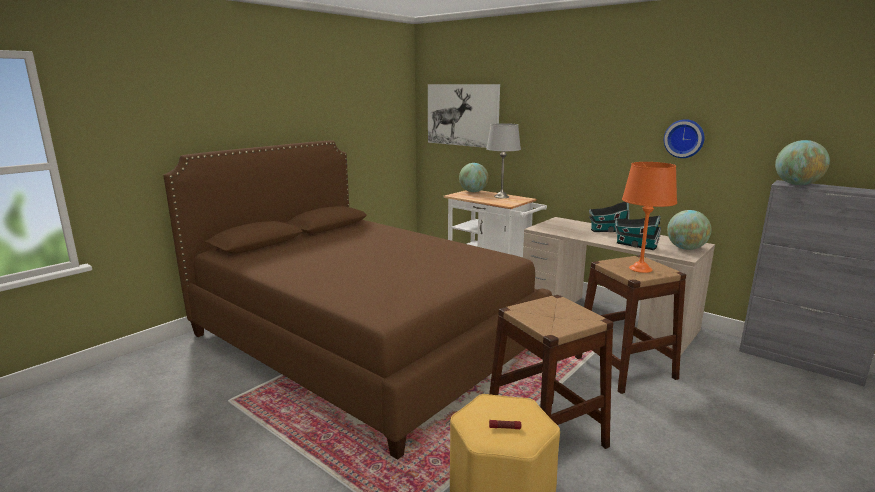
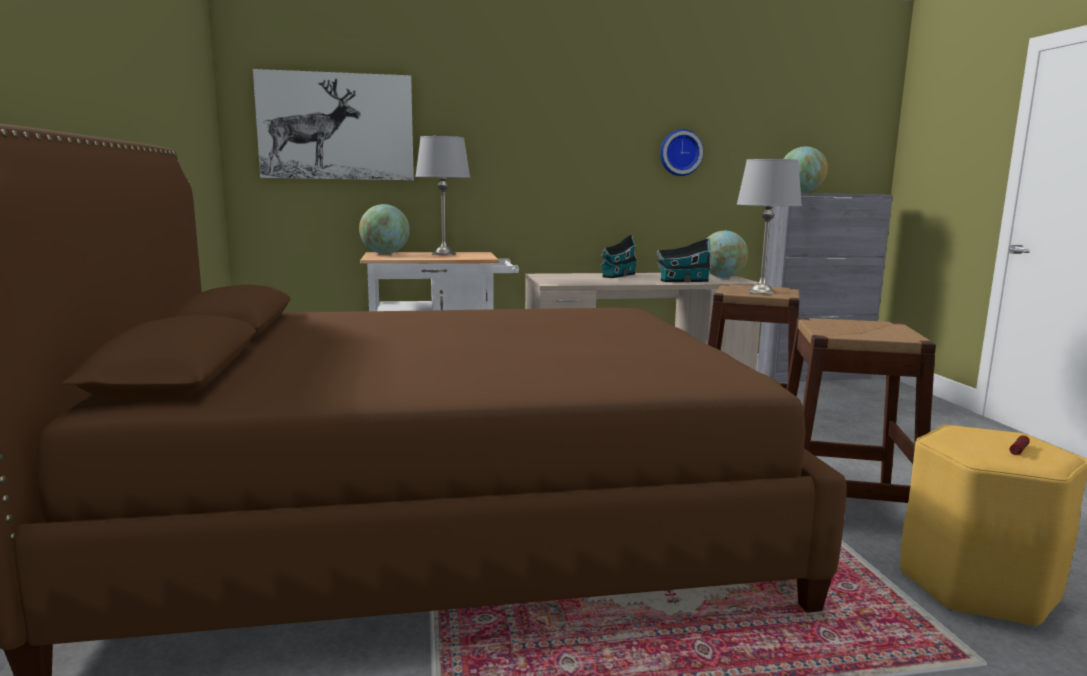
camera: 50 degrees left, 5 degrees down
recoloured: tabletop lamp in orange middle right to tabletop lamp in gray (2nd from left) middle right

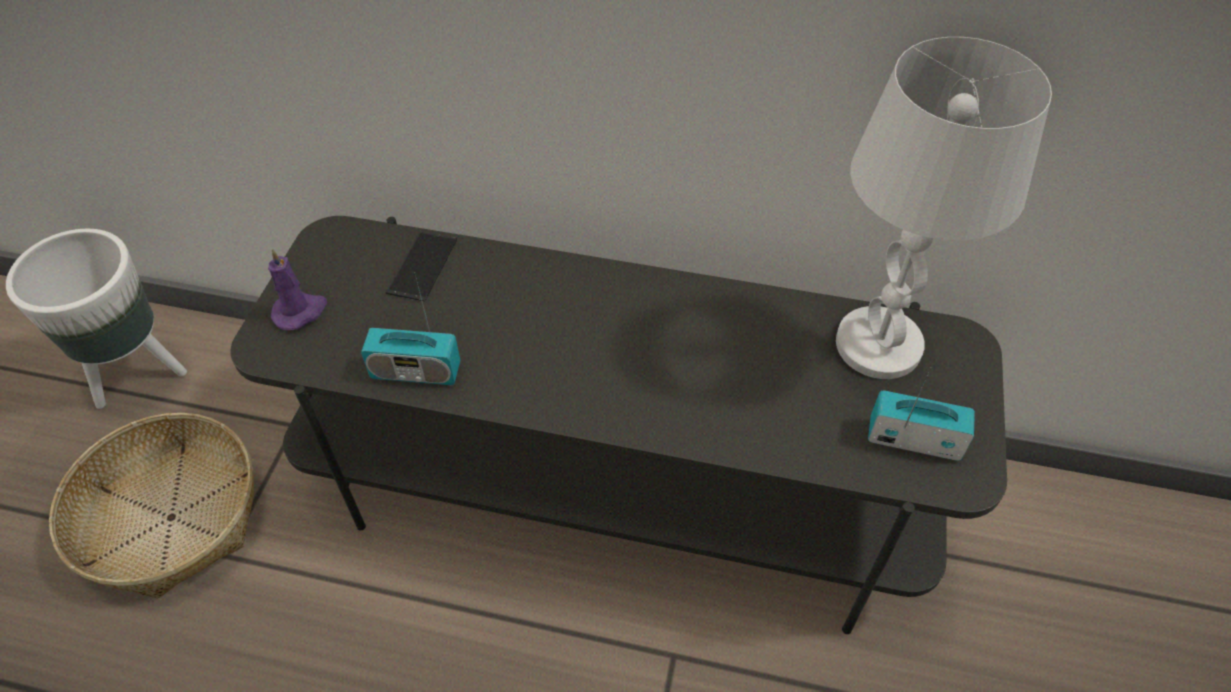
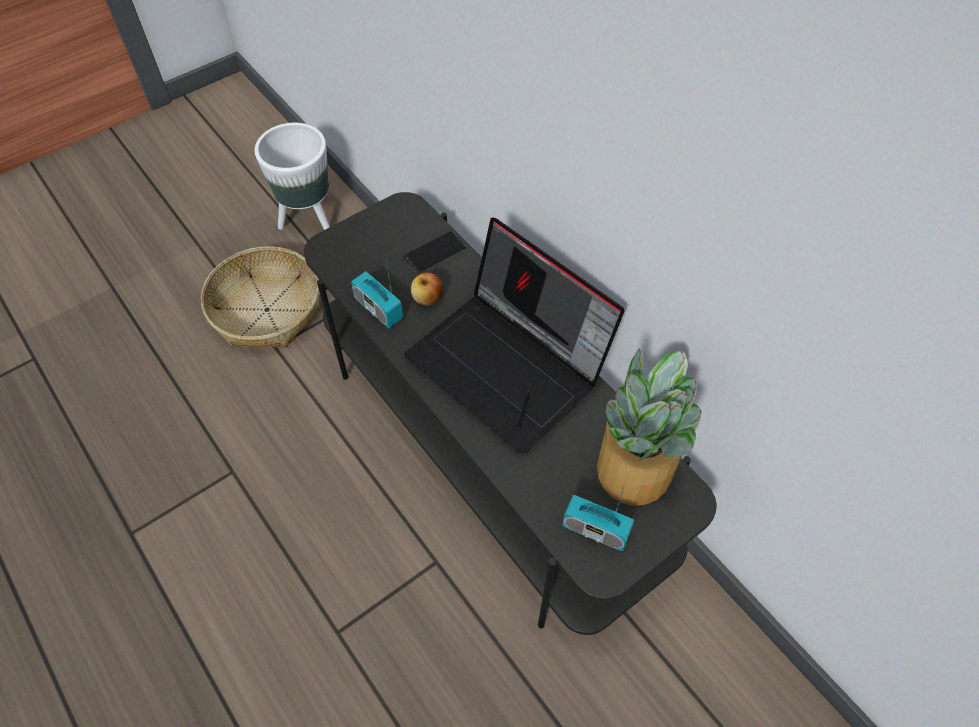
camera: 40 degrees right, 5 degrees up
removed: wax candle in purplish middle left
added: portable computer centre; apple fruit centre
replaced: tabletop lamp in whitish top right to houseplant centre
turned: radio receiver (2nd from left) middle right = bottom centre 150 degrees clockwise

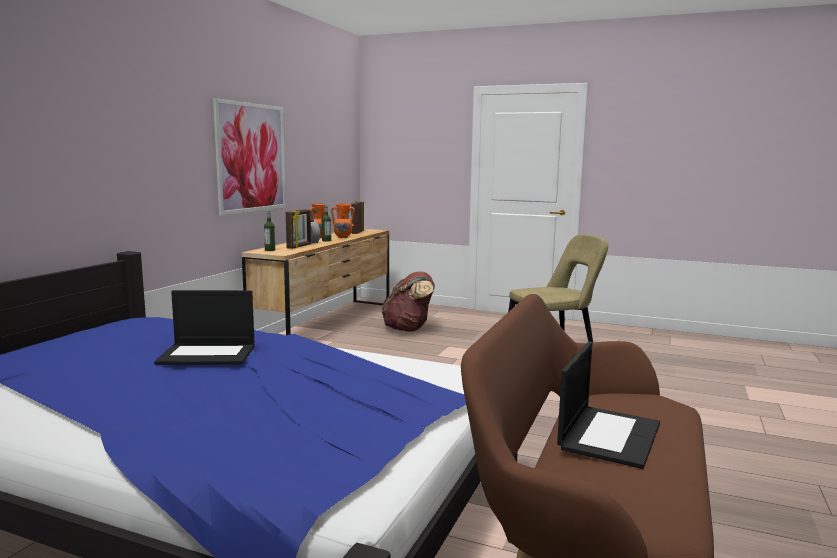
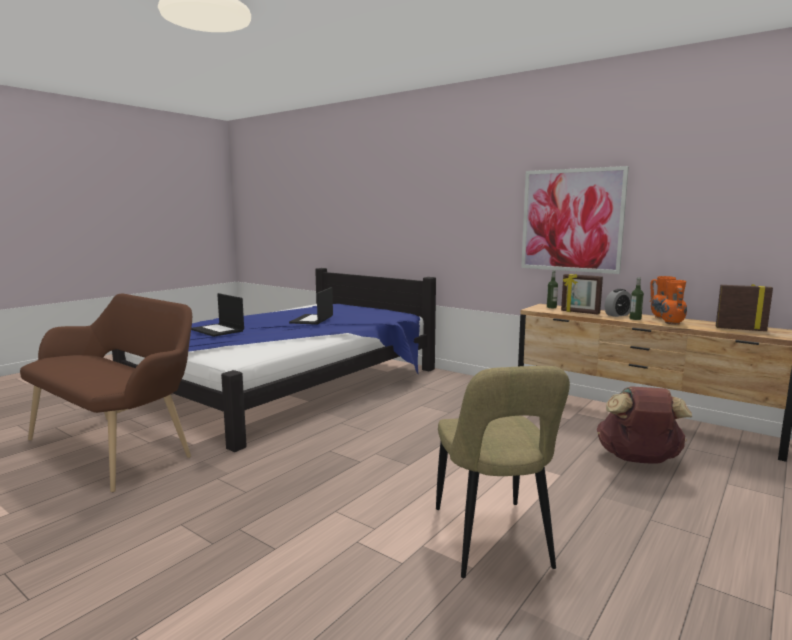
camera: 105 degrees right, 0 degrees up
moved: portable computer (2nd from left in the first image) bottom right to portable computer (1st from left) middle left

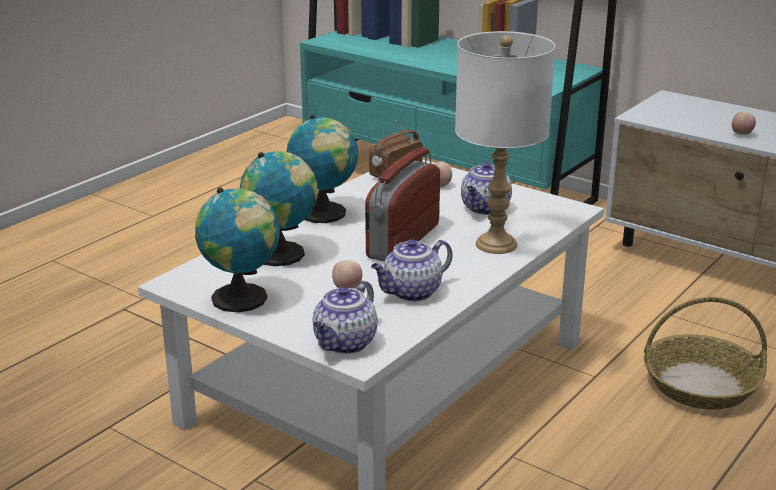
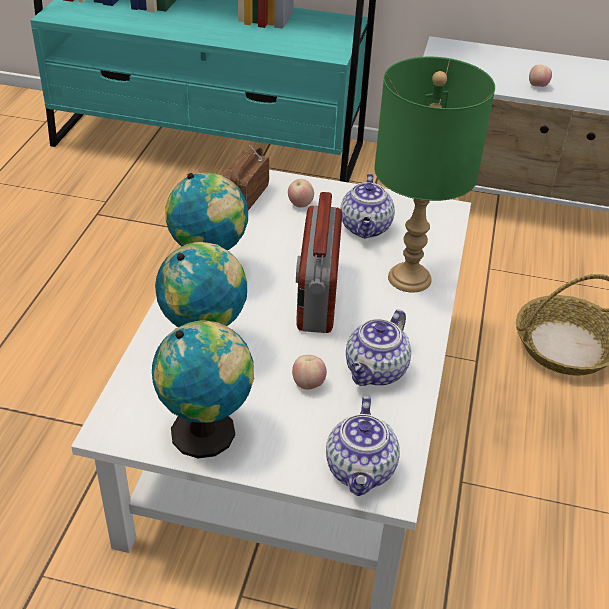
camera: 25 degrees left, 15 degrees up
recoloured: tabletop lamp in whitish top centre to tabletop lamp in green-coloured top right

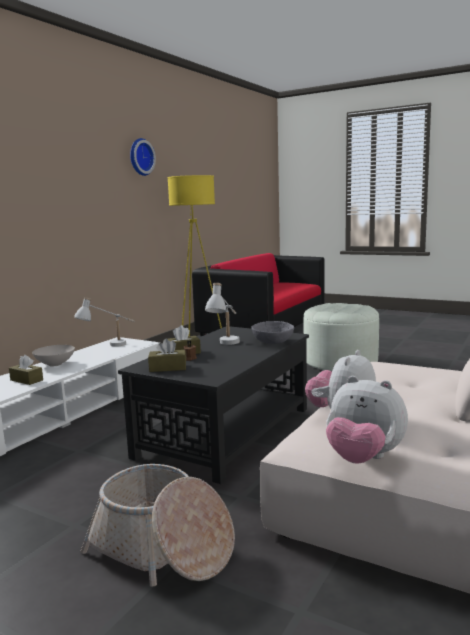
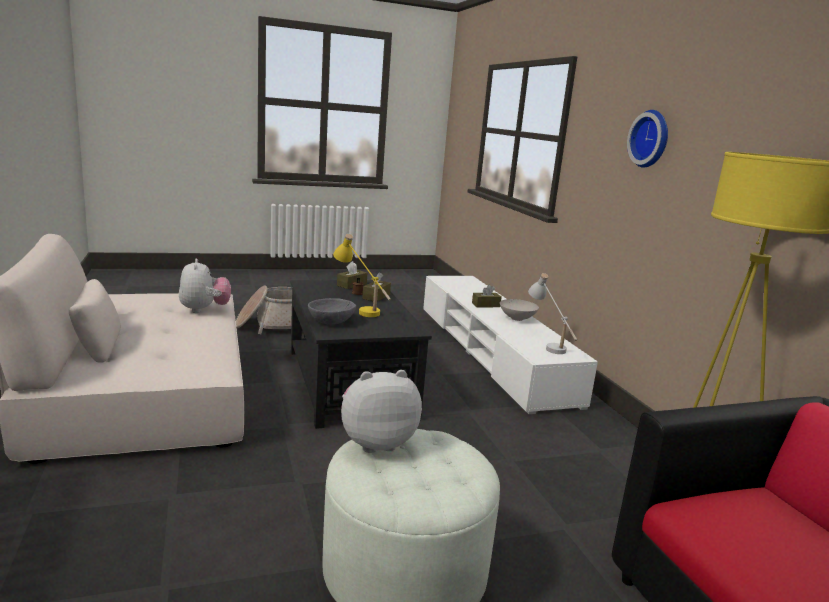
camera: 130 degrees right, 5 degrees up
moved: plush toy (2nd from left) middle right to bottom centre; clock on the wall top left to top right
recoloured: tabletop lamp in whitish (2nd from left) centre to tabletop lamp in yellow-coloured centre

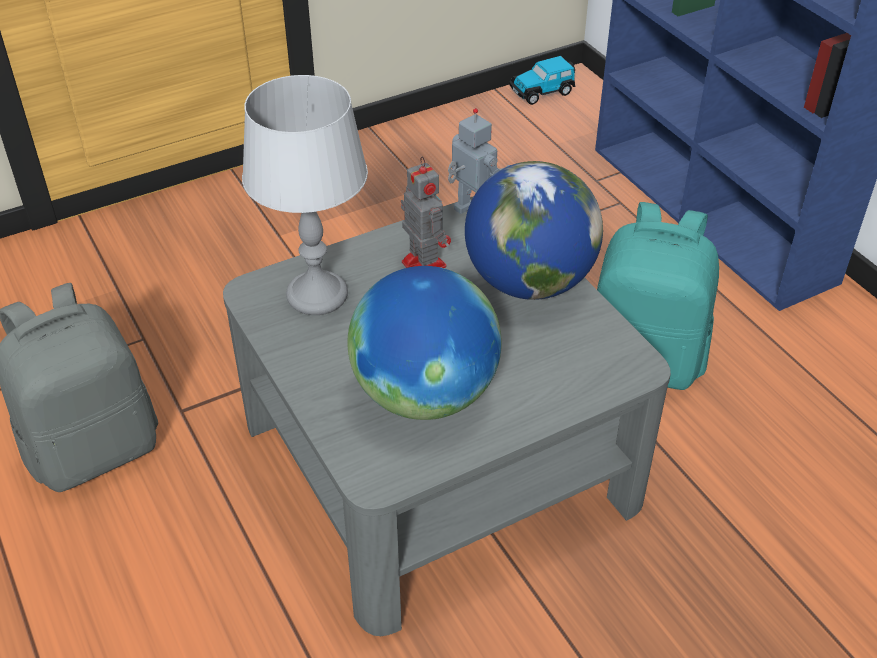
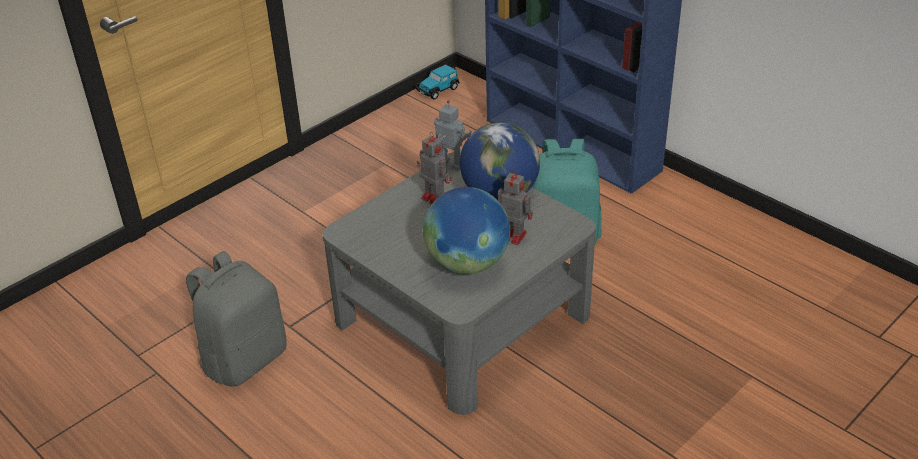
camera: 15 degrees left, 5 degrees down
removed: tabletop lamp in gray top centre
added: model robot (3rd from left) centre

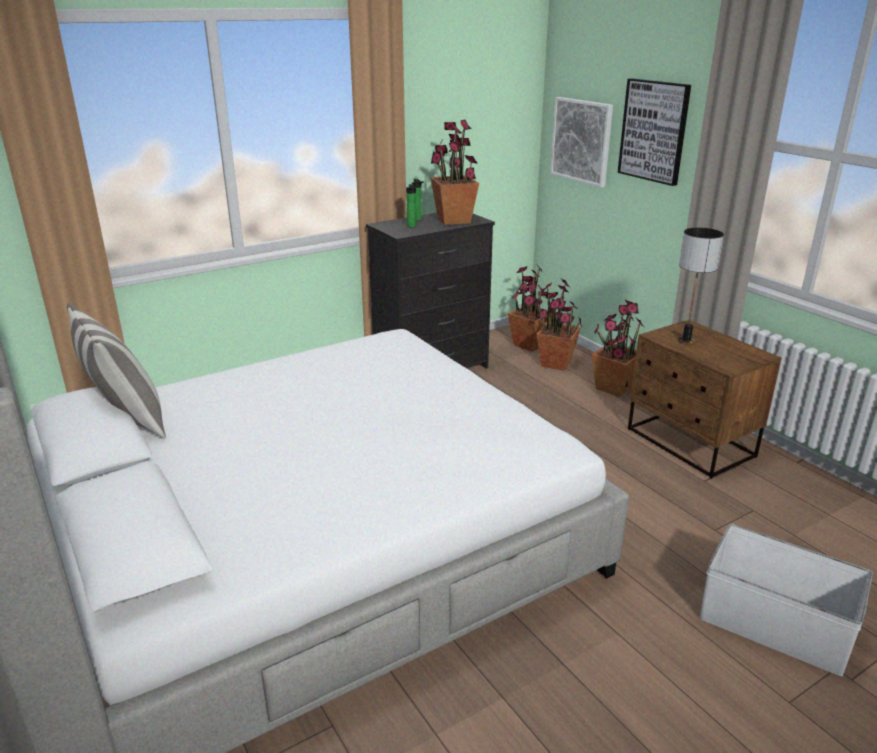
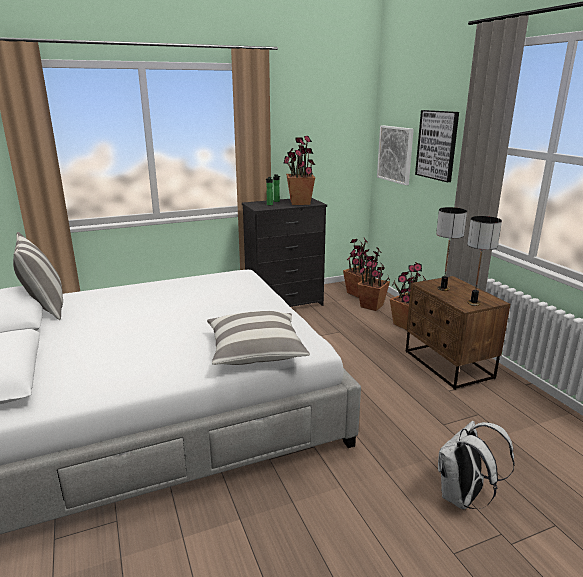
camera: 10 degrees right, 5 degrees down
added: pillow (2nd from left) centre; tabletop lamp (2nd from left) middle right
replaced: storage container in whitish bottom right to rucksack in whitish bottom right

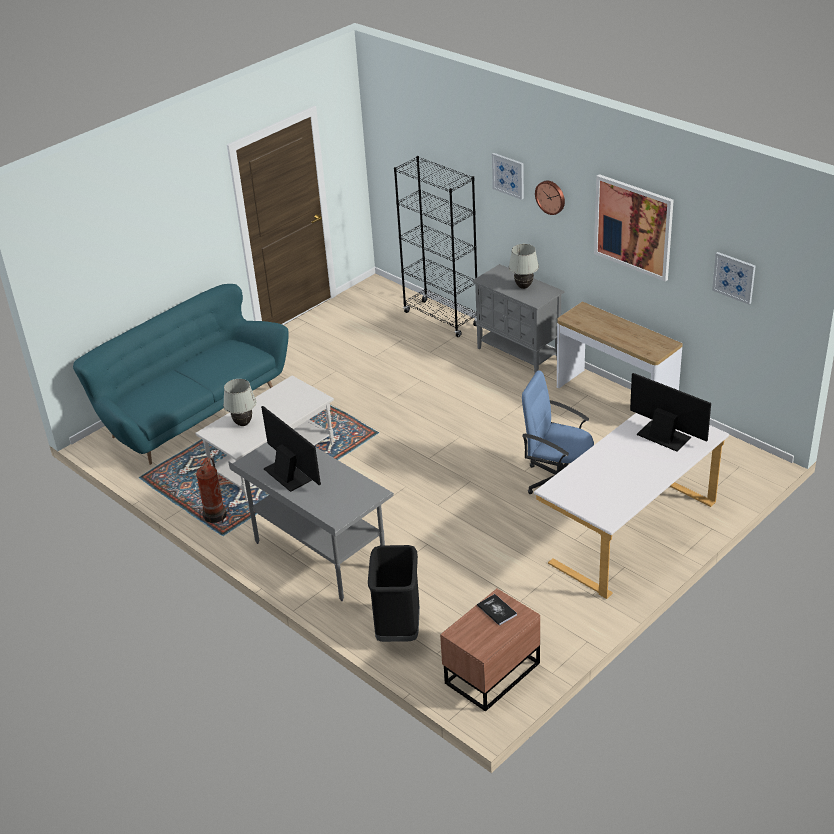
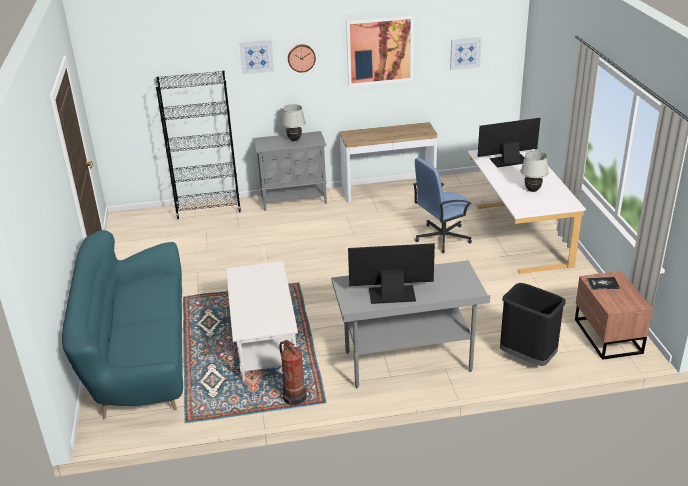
camera: 55 degrees left, 5 degrees down
moved: tabletop lamp in whitish (1st from left in the first image) middle left to tabletop lamp in whitish (2nd from left) middle right

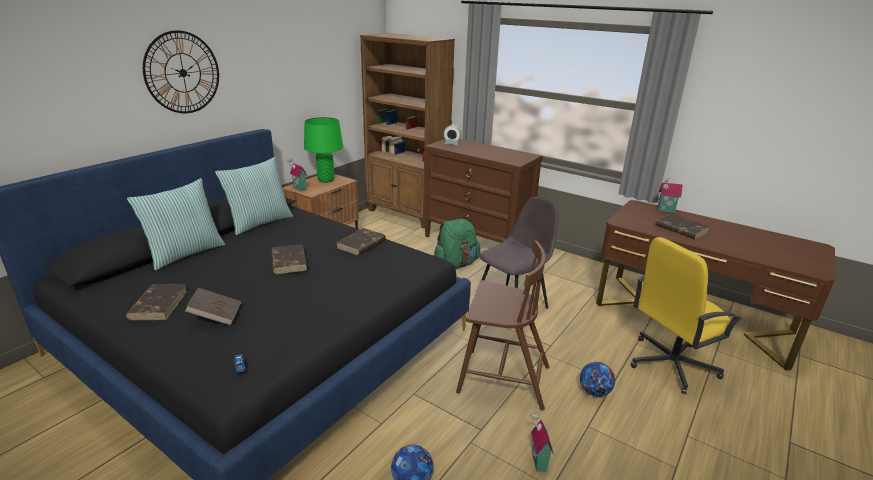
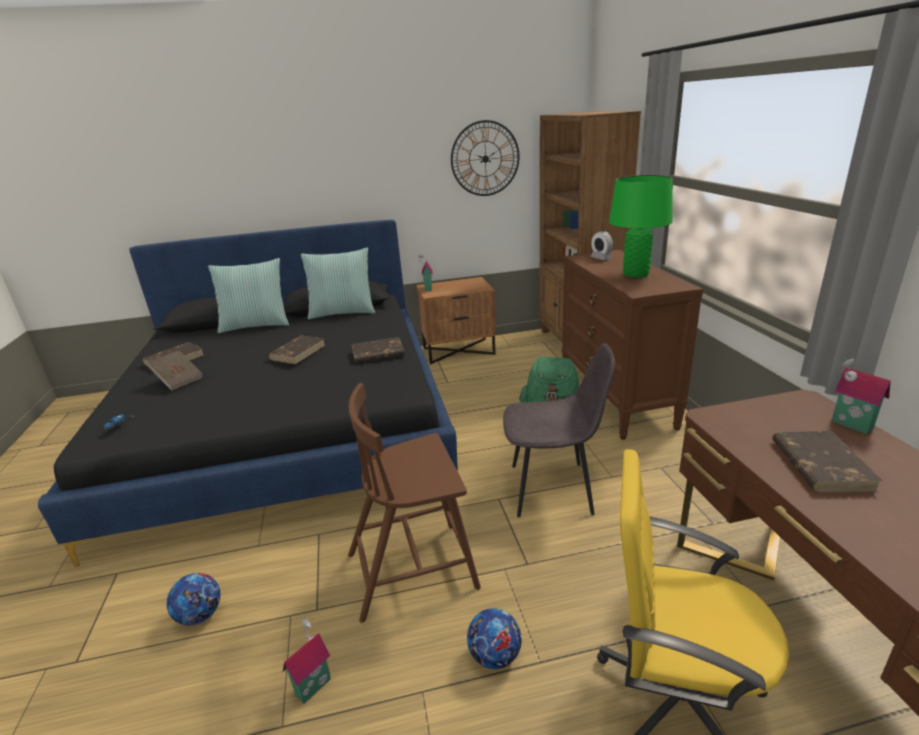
camera: 45 degrees right, 0 degrees up
moved: clock on the wall top left to top centre; tabletop lamp in green-coloured top centre to top right
turned: plain chair in brown-coloured bottom centre = bottom centre 105 degrees clockwise

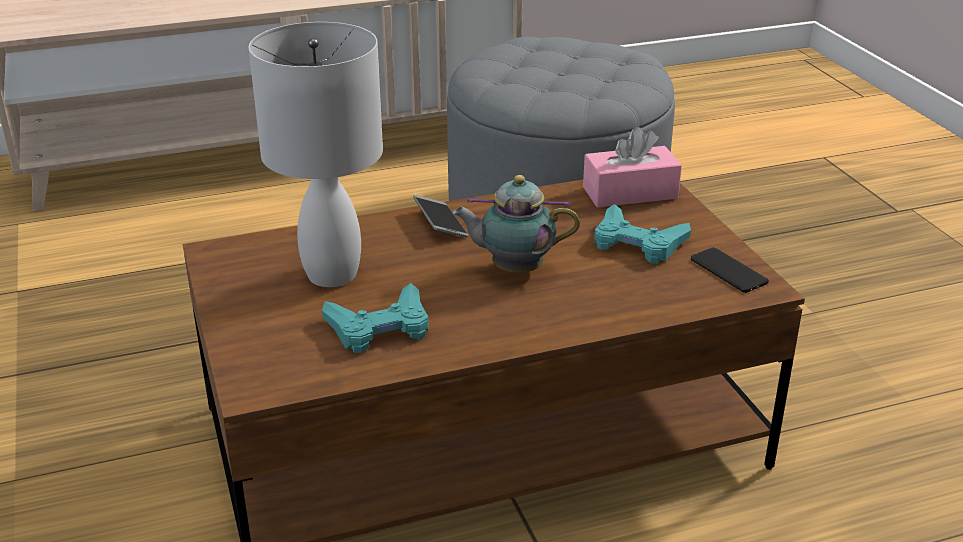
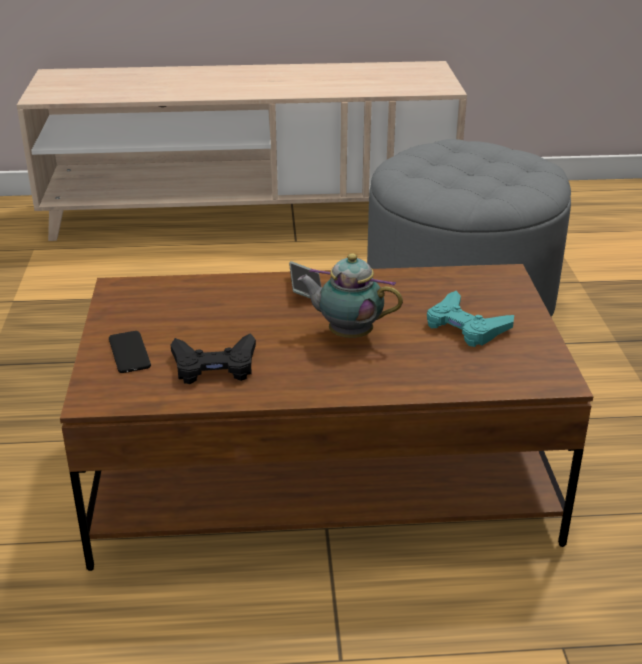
camera: 15 degrees right, 0 degrees up
removed: tabletop lamp in whitish top left; box of tissues in pink top centre
moved: phone (2nd from left in the first image) middle right to phone (1st from left) middle left
recoloured: gamepad in turquoise (1st from left) centre to gamepad in black middle left

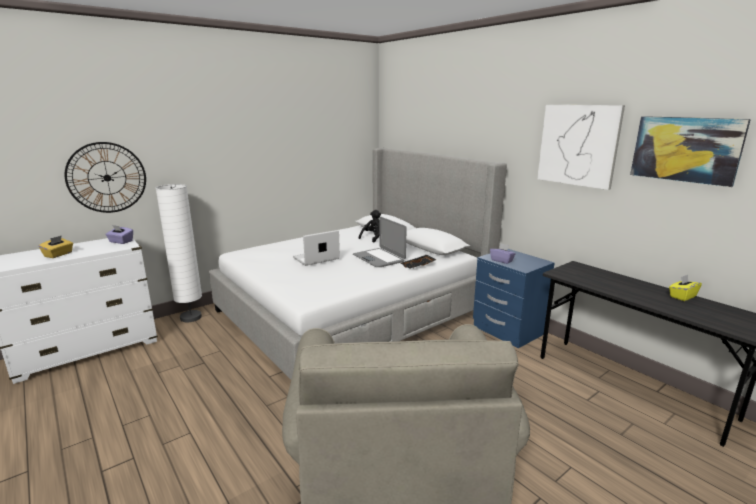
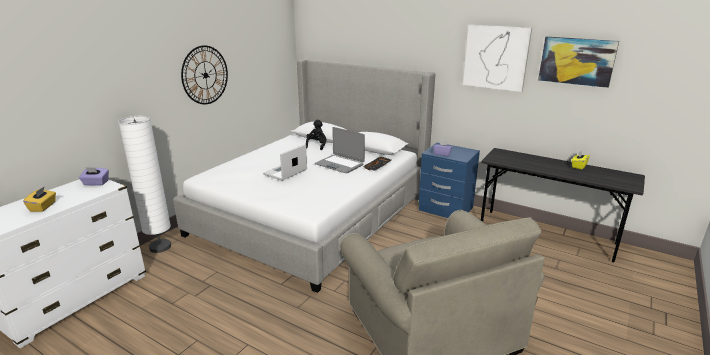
camera: 20 degrees left, 5 degrees up
moved: clock on the wall middle left to top left

